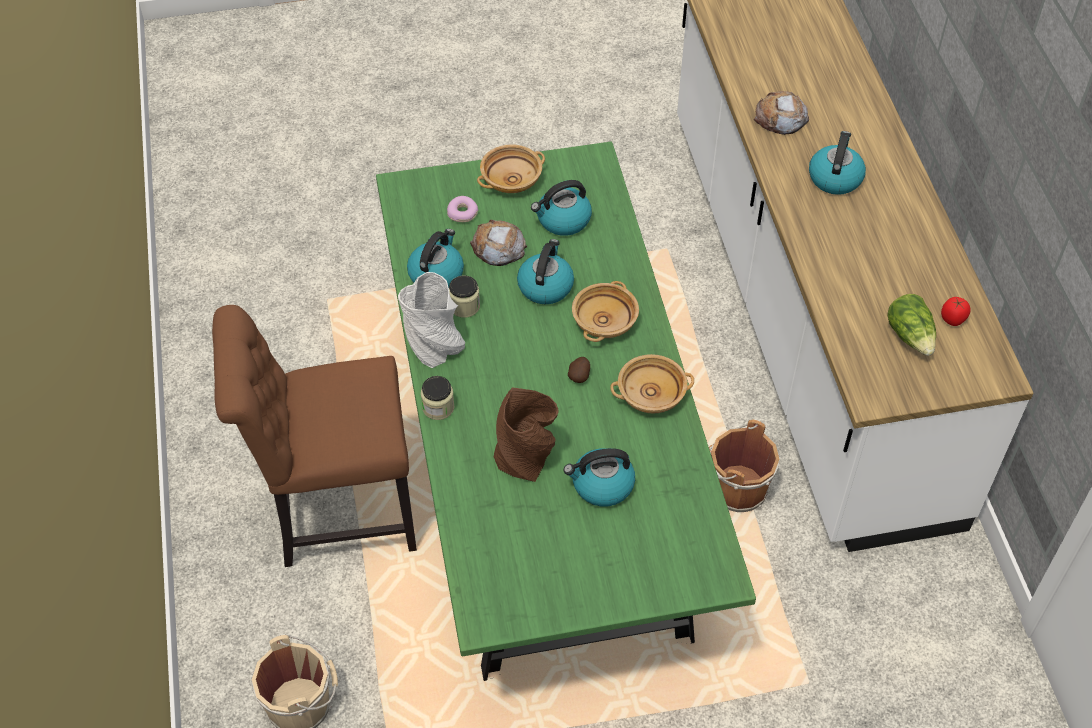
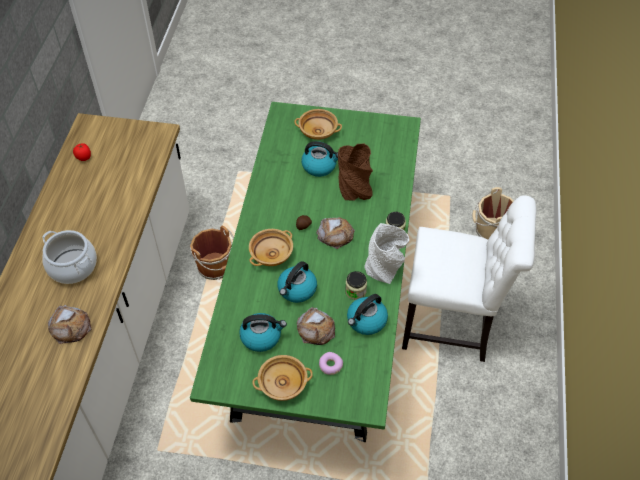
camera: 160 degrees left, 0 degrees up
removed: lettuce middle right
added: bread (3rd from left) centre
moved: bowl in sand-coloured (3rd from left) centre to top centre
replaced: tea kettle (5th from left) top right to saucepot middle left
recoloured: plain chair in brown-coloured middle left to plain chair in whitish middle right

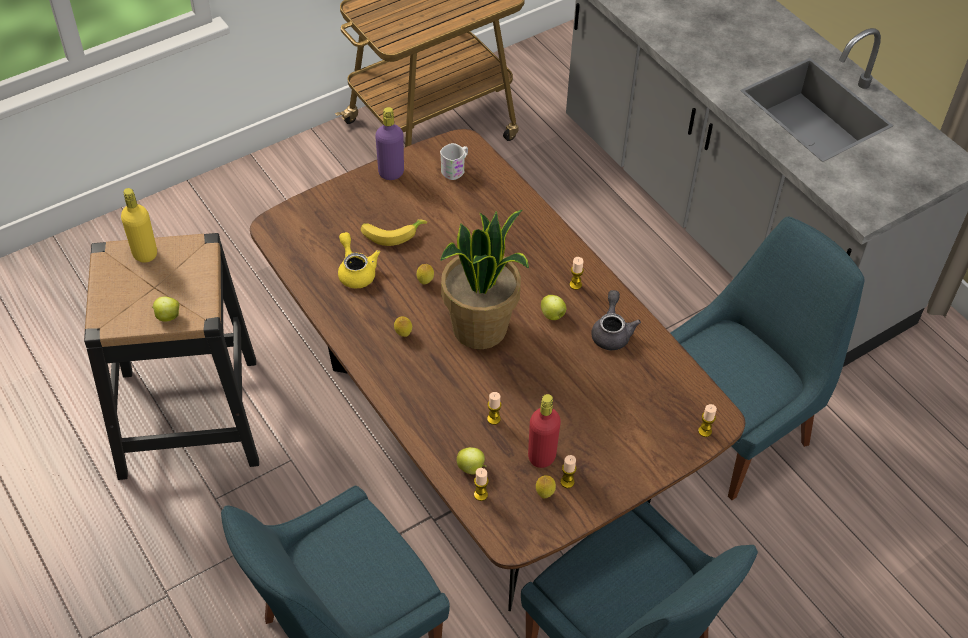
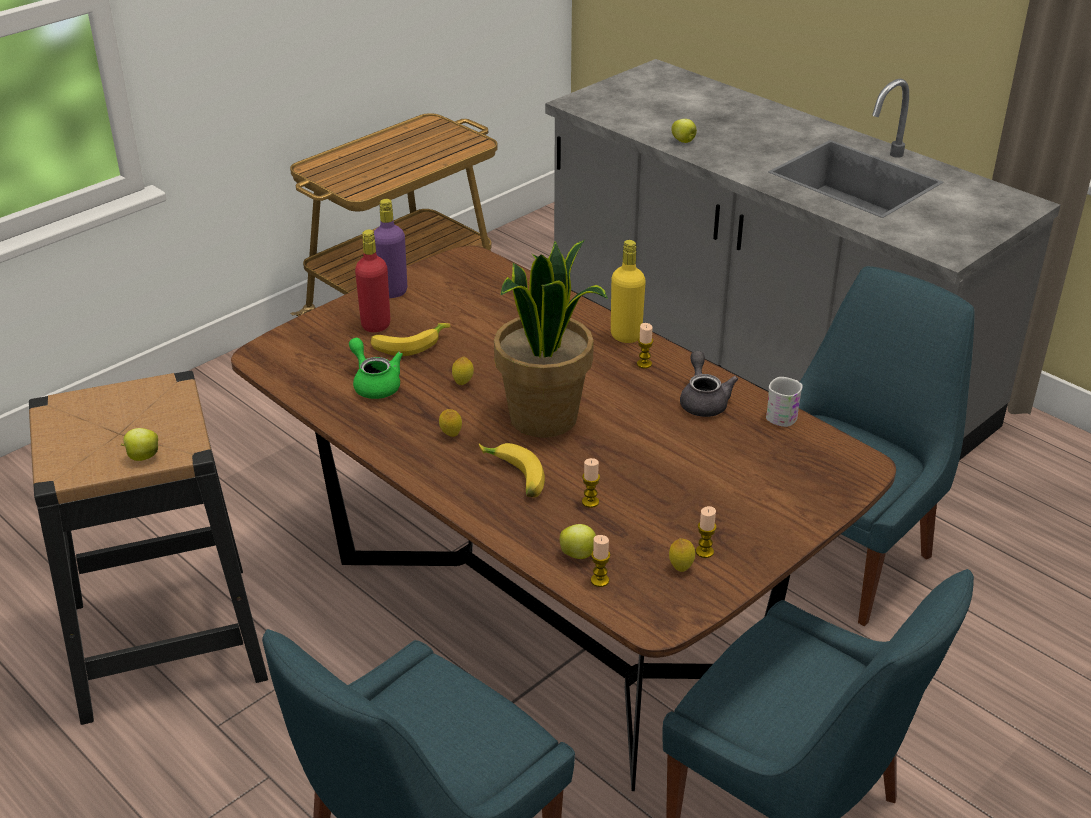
camera: 10 degrees left, 15 degrees down
removed: wax candle (5th from left) middle right
added: banana fruit (2nd from left) centre
moved: drink bottle in red-coloured bottom centre to centre; drink bottle in yellow-coloured middle left to centre; apple fruit (3rd from left) centre to top centre; coffee mug in whitish top centre to middle right
recoloured: teapot in yellow-coloured centre to teapot in green-coloured centre

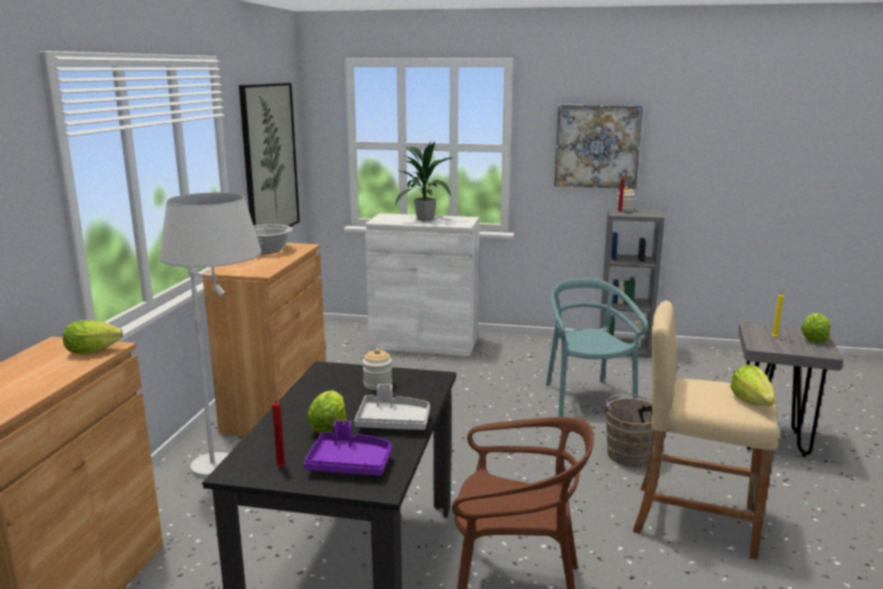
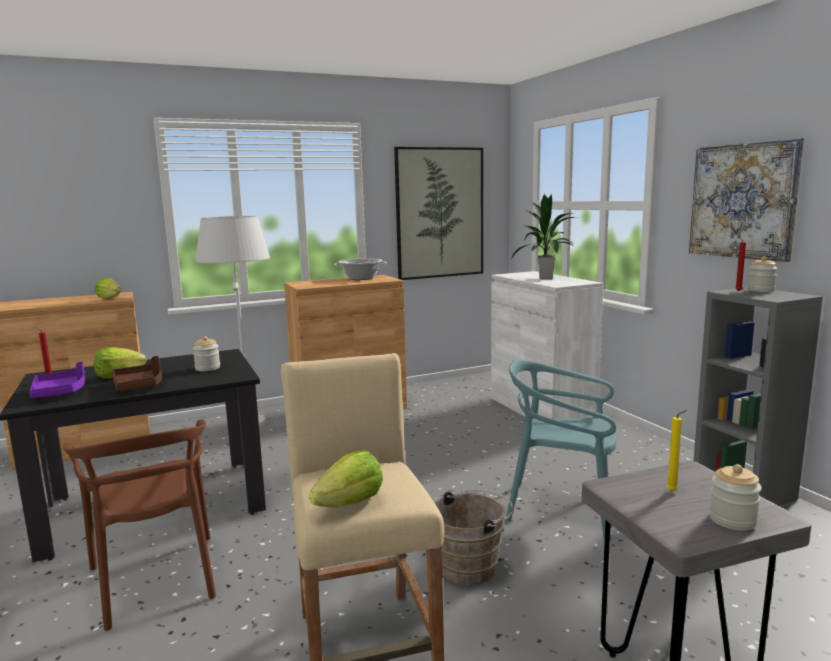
camera: 55 degrees right, 5 degrees down
replaced: lettuce (4th from left) middle right to preserve jar (2nd from left) bottom right
recoloured: tray in gray bottom centre to tray in brown-coloured middle left
turned: plain chair in turquoise middle right = bottom right 120 degrees counterclockwise

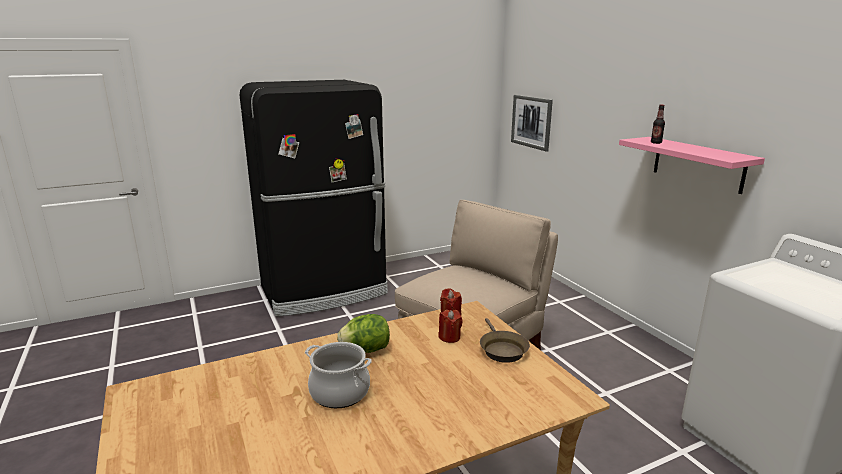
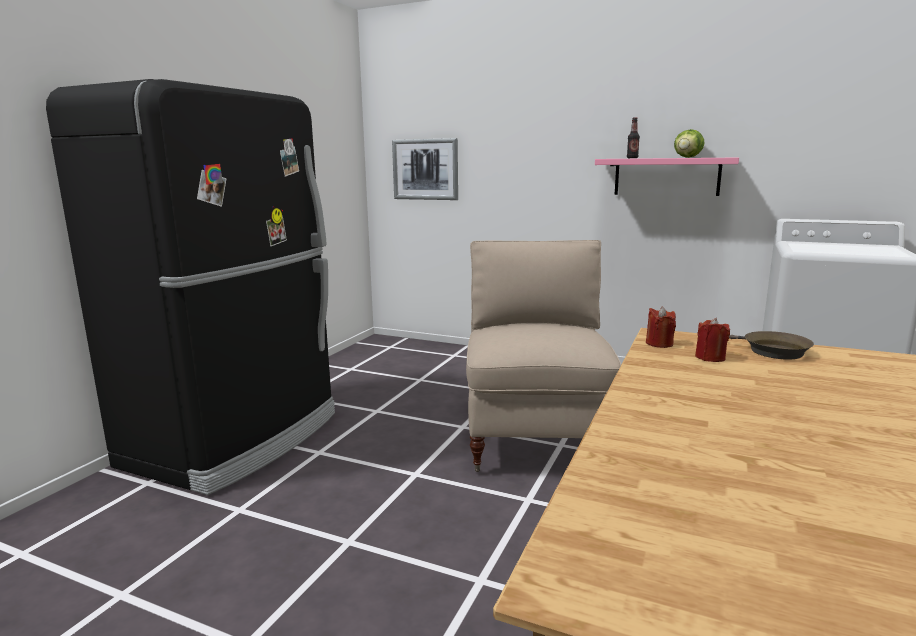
camera: 40 degrees left, 5 degrees down
removed: saucepot bottom centre
moved: lettuce bottom centre to top right

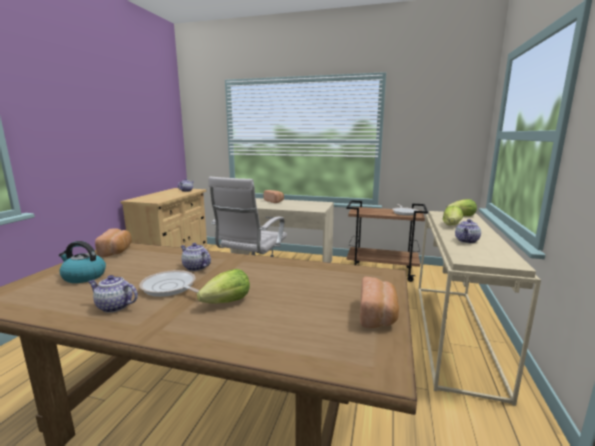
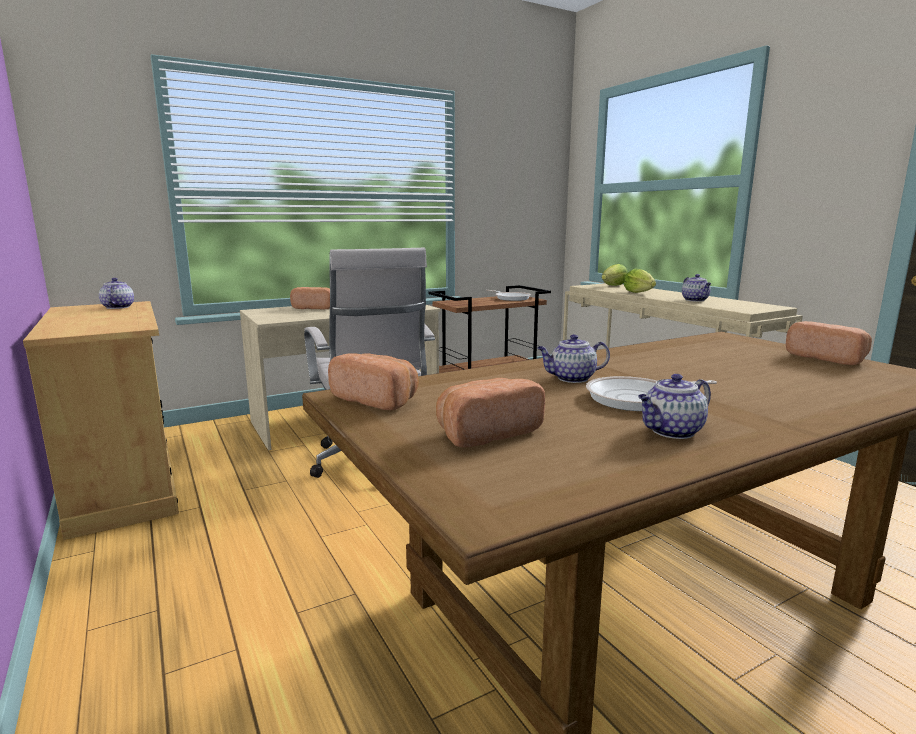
camera: 45 degrees left, 0 degrees up
removed: lettuce (1st from left) centre
replaced: tea kettle middle left to bread (3rd from left) centre

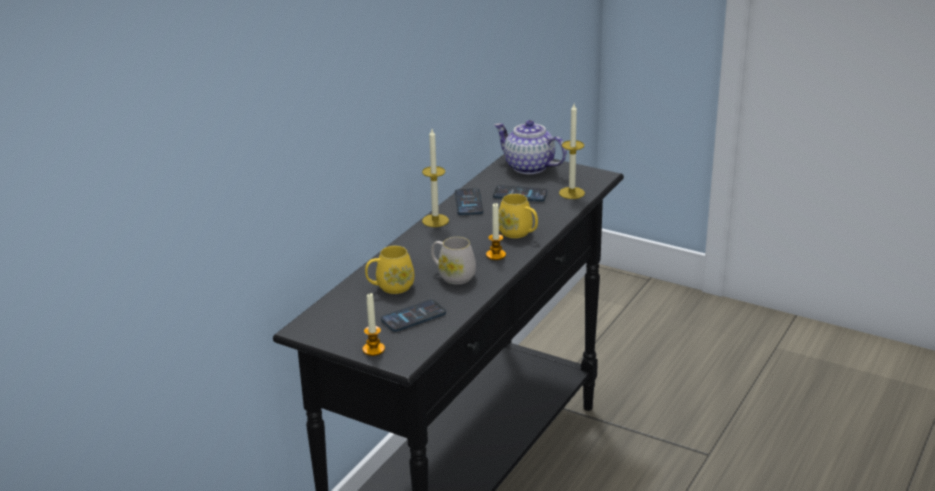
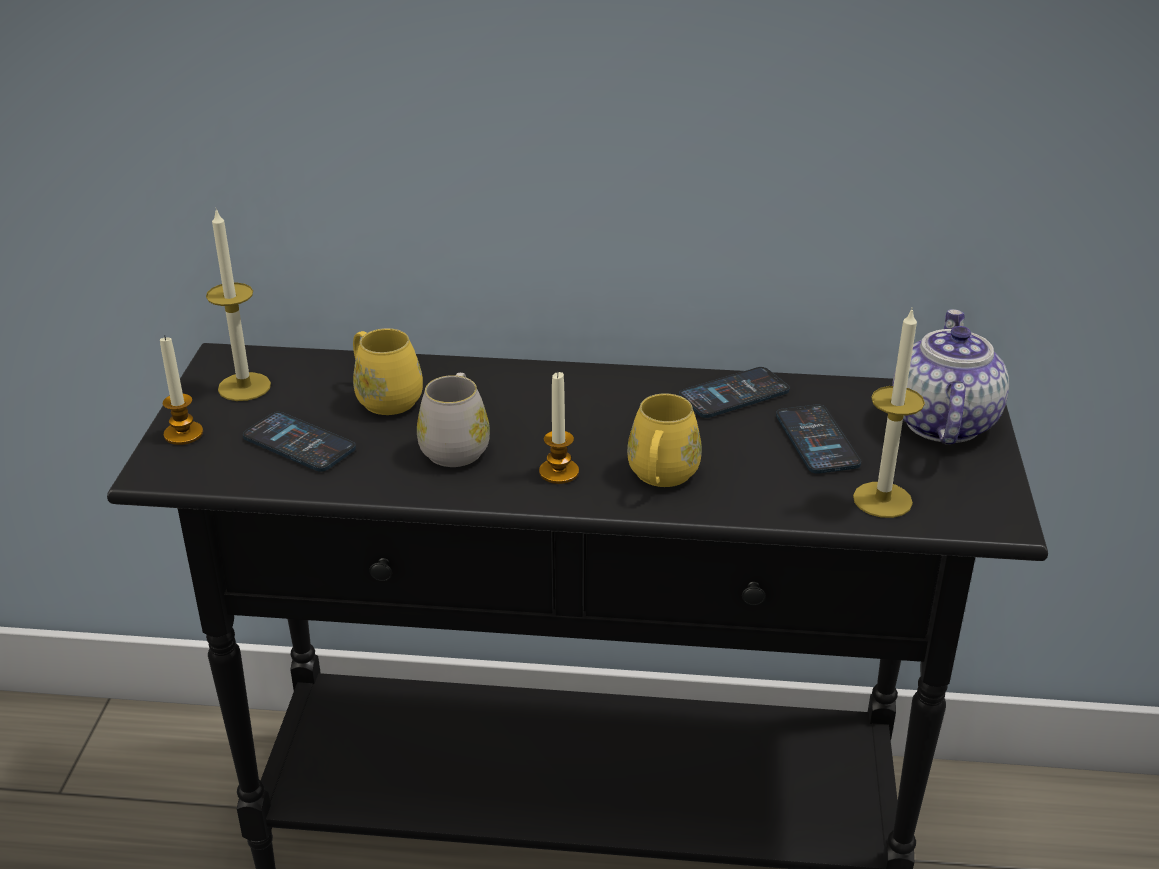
camera: 65 degrees right, 5 degrees up
moved: wax candle (2nd from left) centre to middle left

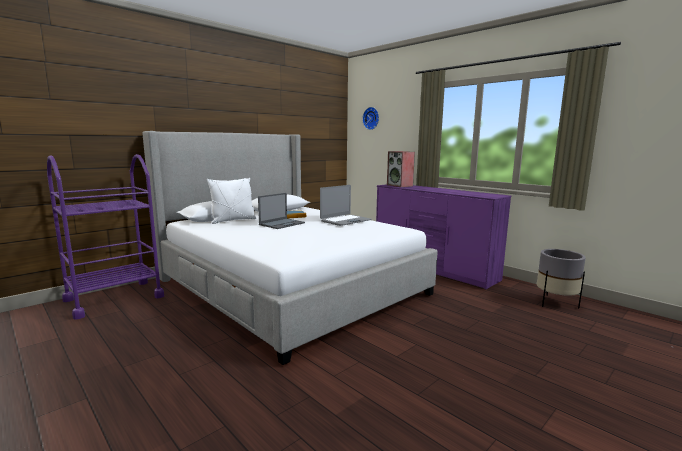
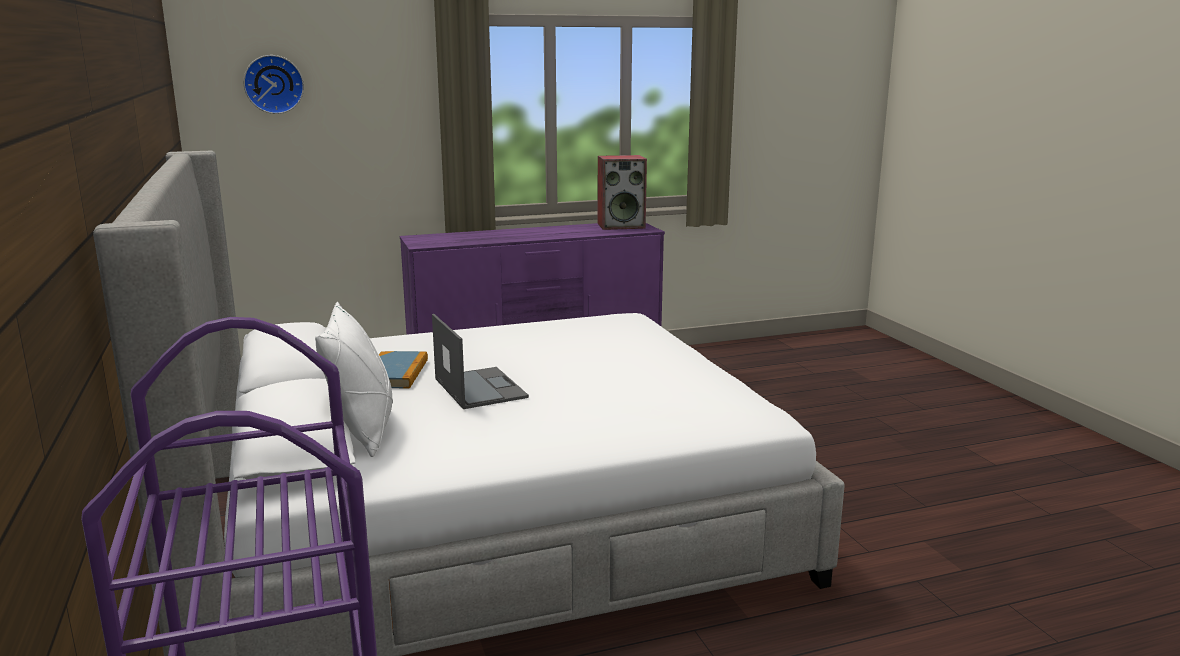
camera: 65 degrees left, 5 degrees up
removed: portable computer (2nd from left) centre; planter in gray middle right
moved: audio speaker centre to top centre

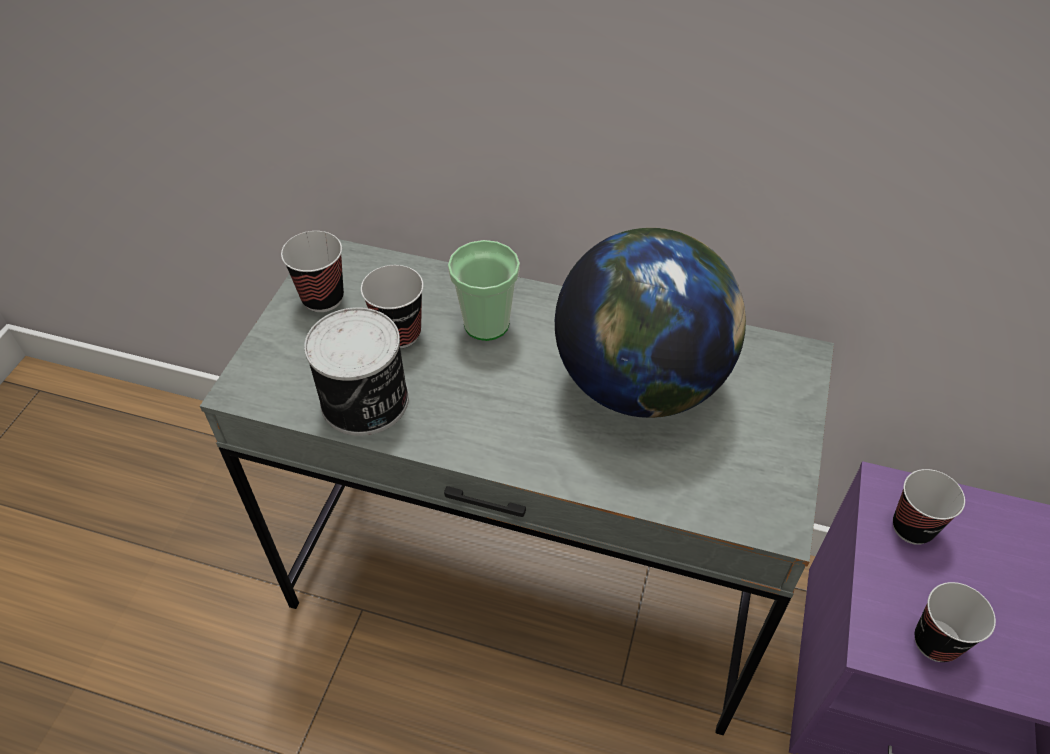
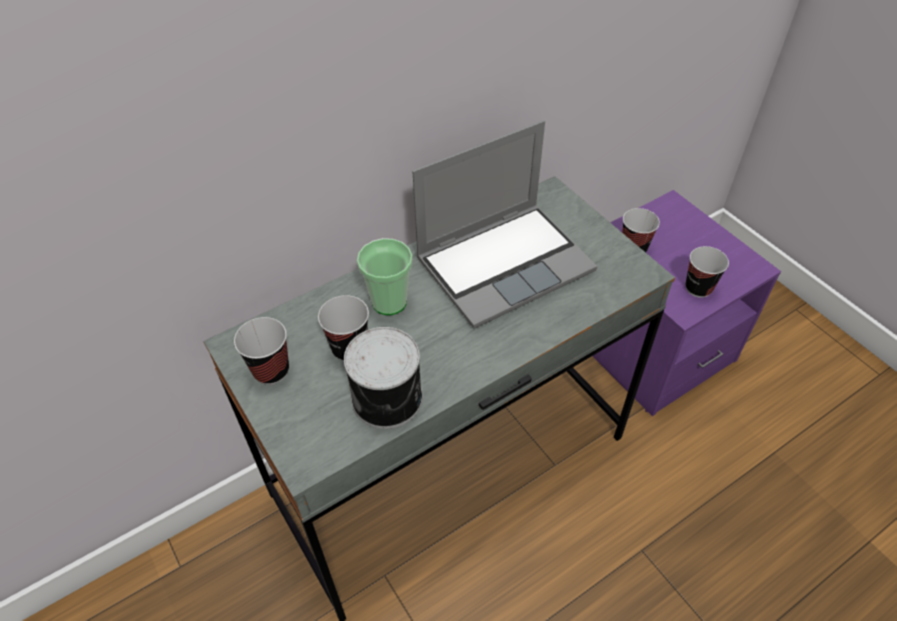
camera: 50 degrees left, 0 degrees up
replaced: globe centre to portable computer centre

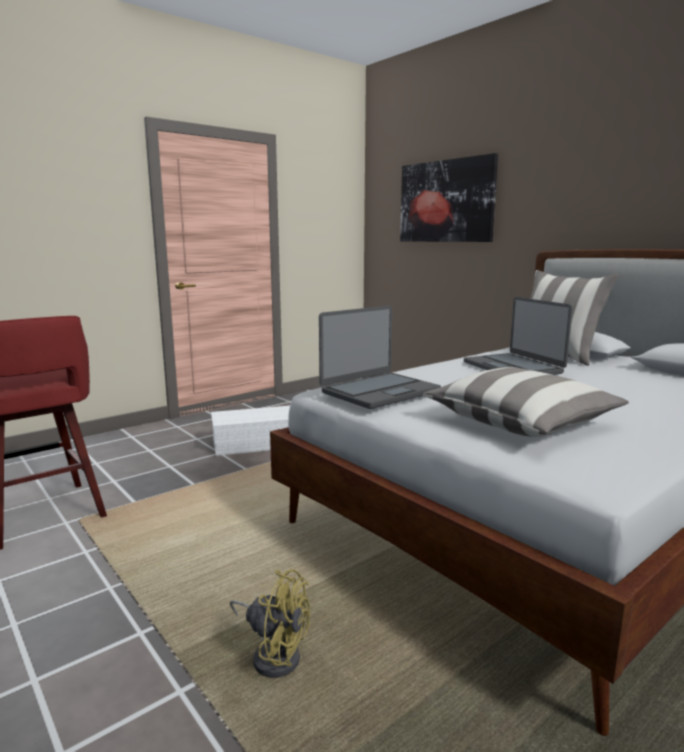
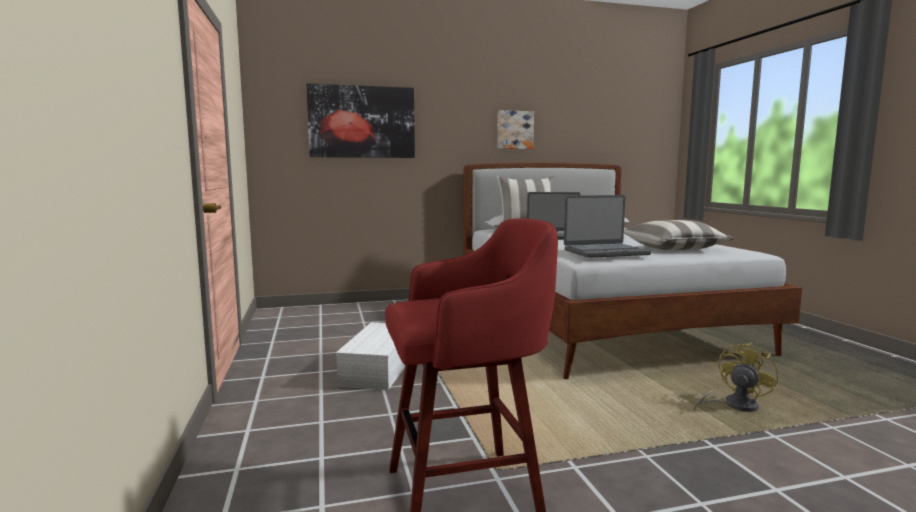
camera: 65 degrees left, 5 degrees down
added: picture (2nd from left) top centre
turned: portable computer (1st from left in the first image) centre = centre 90 degrees clockwise

